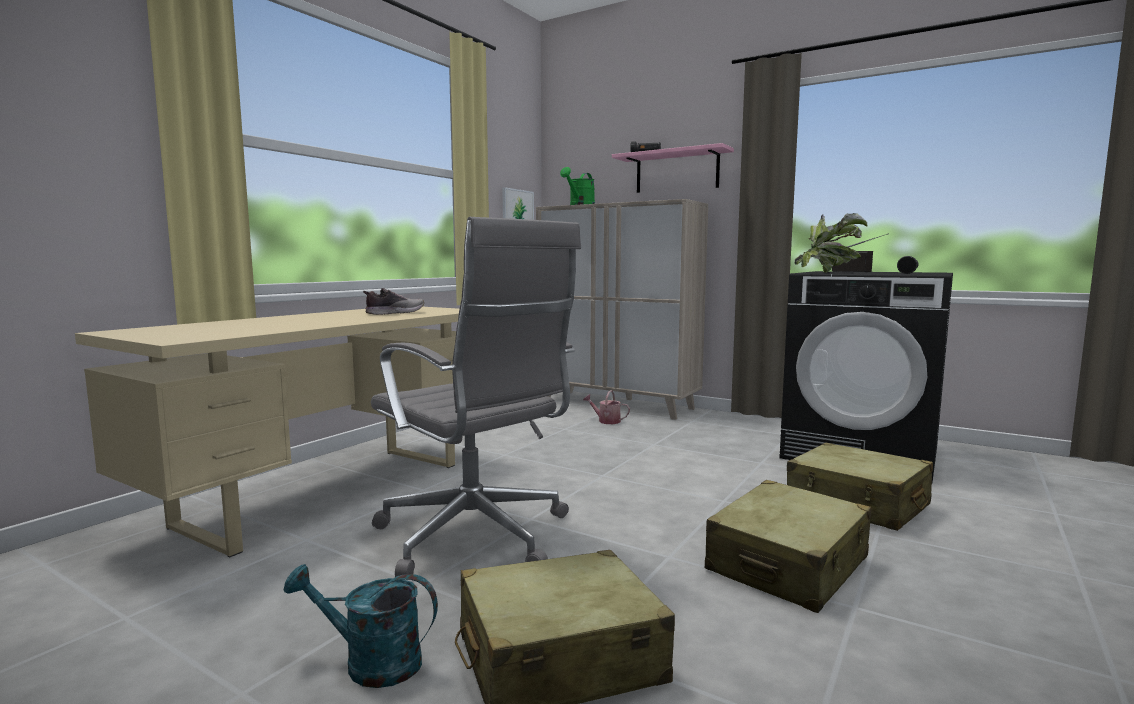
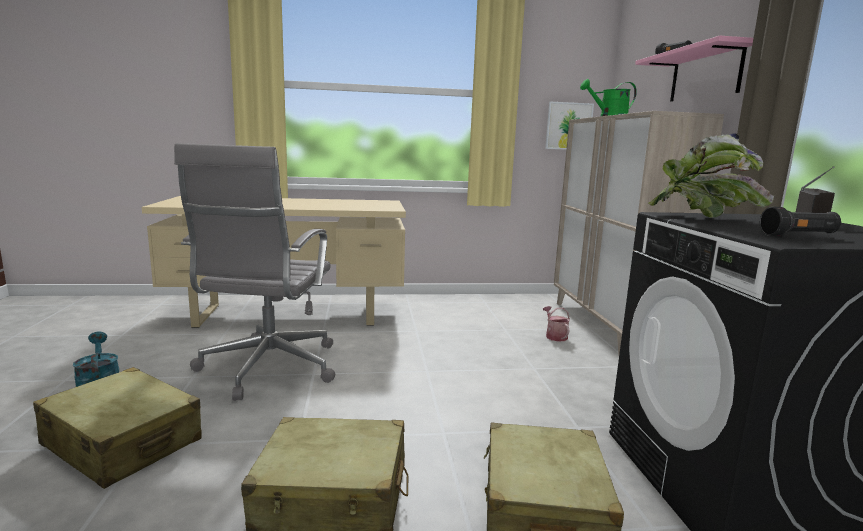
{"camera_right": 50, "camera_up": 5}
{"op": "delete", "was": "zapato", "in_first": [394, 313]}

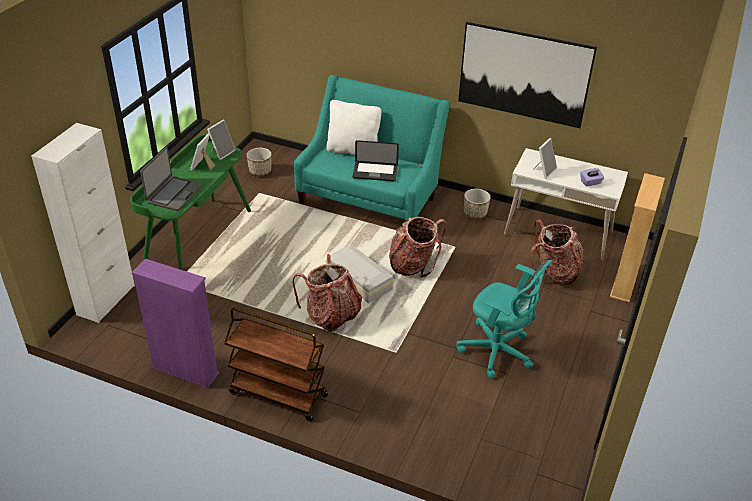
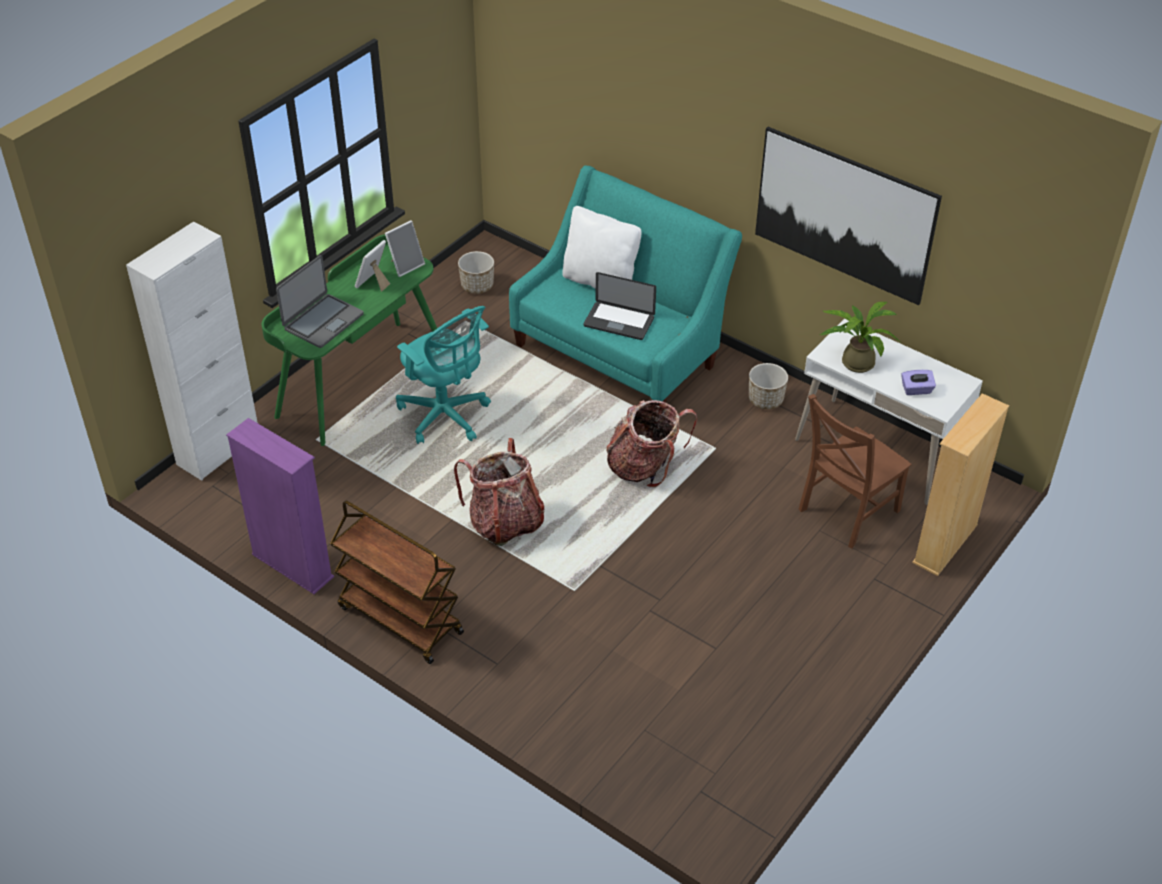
{"camera_right": 15, "camera_up": 5}
{"op": "delete", "was": "caja de almacenaje/blanco", "in_first": [359, 279]}
{"op": "move", "was": "silla de oficina/turquesa", "in_first": [498, 352], "in_second": [446, 417]}
{"op": "replace", "was": "mochila", "now": "silla/marrón", "in_first": [554, 273], "in_second": [846, 512]}
{"op": "replace", "was": "portarretratos", "now": "planta en maceta", "in_first": [544, 171], "in_second": [854, 361]}

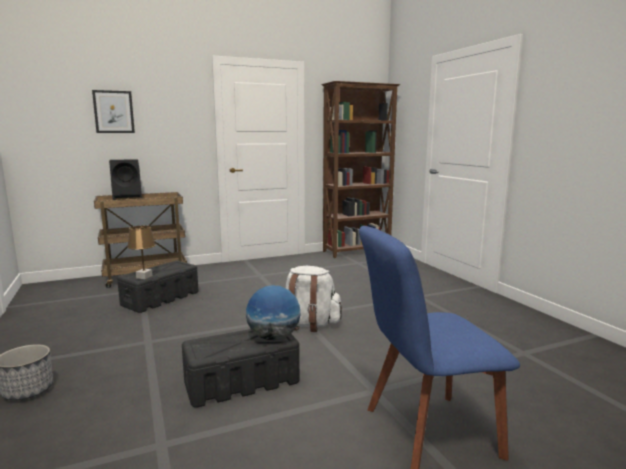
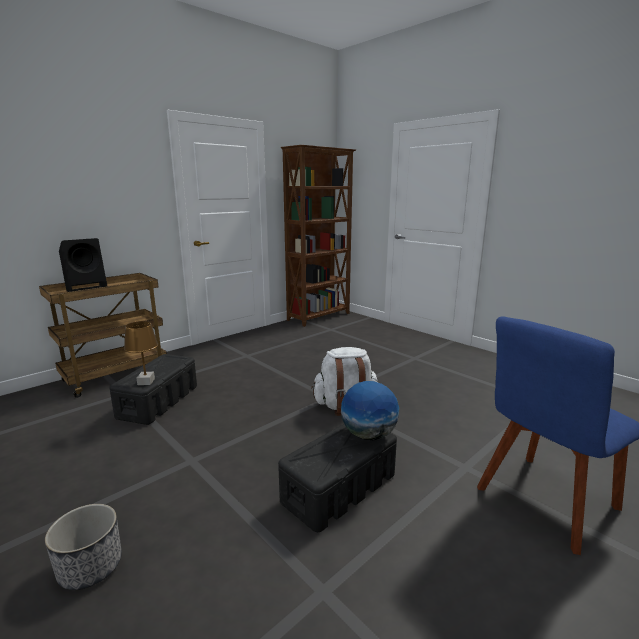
{"camera_right": -20, "camera_up": 5}
{"op": "delete", "was": "cuadro", "in_first": [113, 112]}

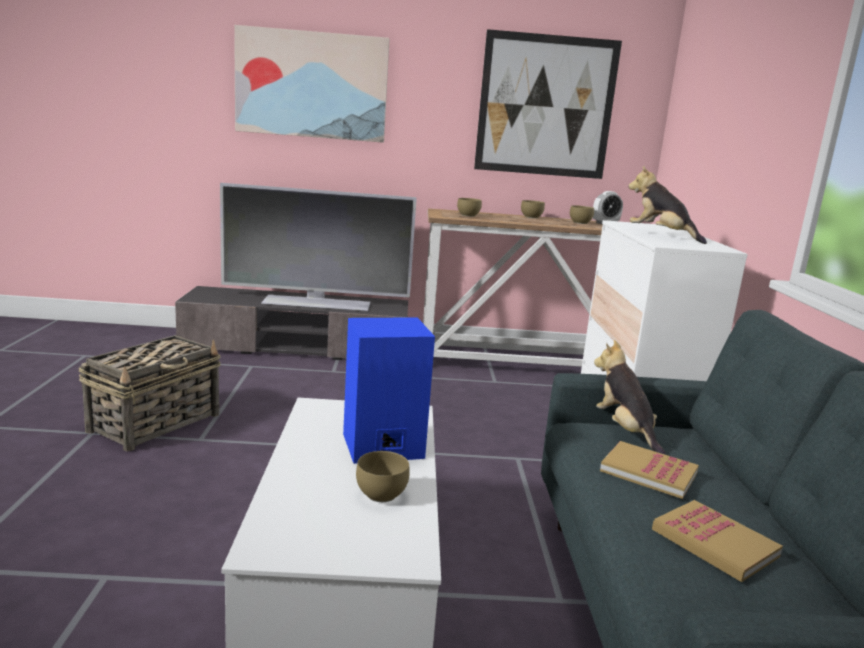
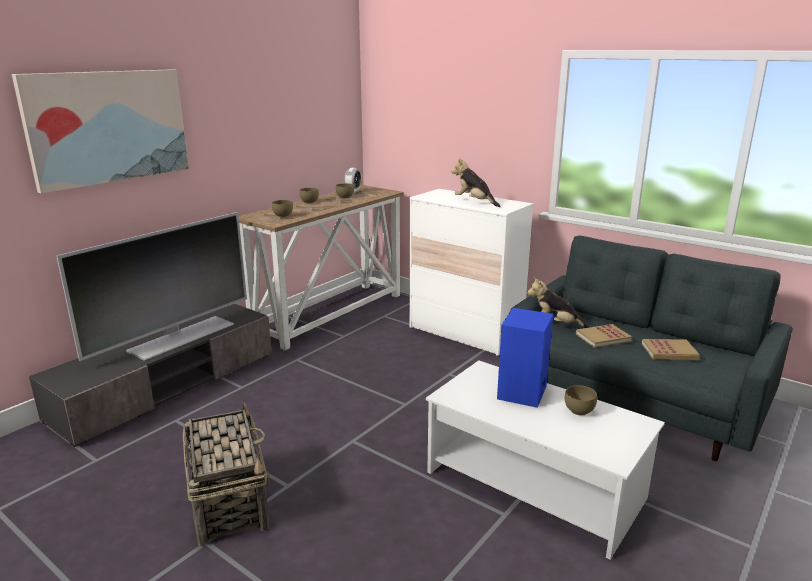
{"camera_right": -50, "camera_up": 5}
{"op": "delete", "was": "cuadro", "in_first": [546, 106]}
{"op": "rotate", "was": "peluche", "in_first": [661, 236], "in_second": [474, 202], "clockwise": 45}

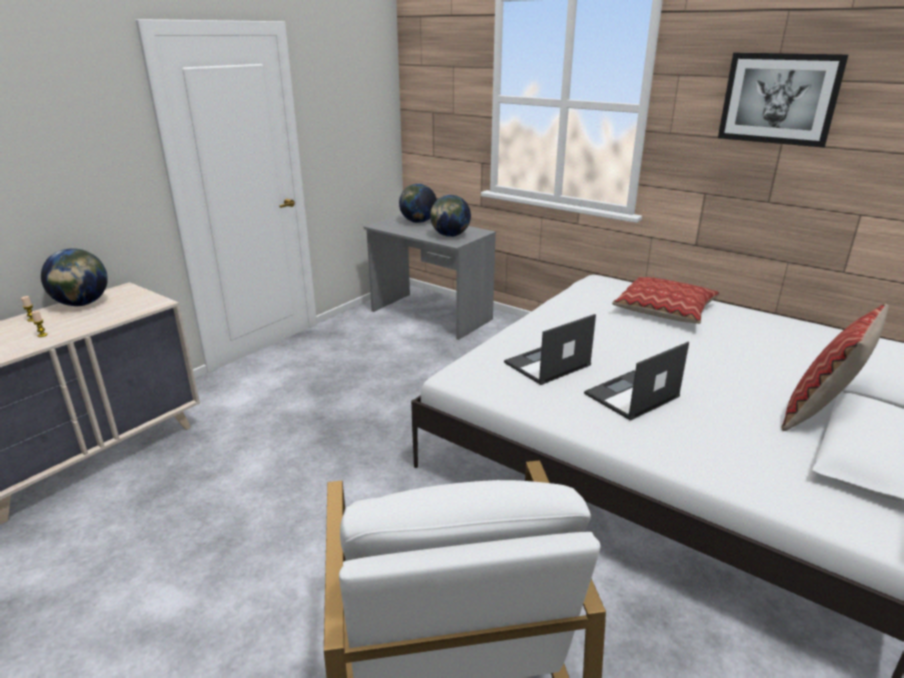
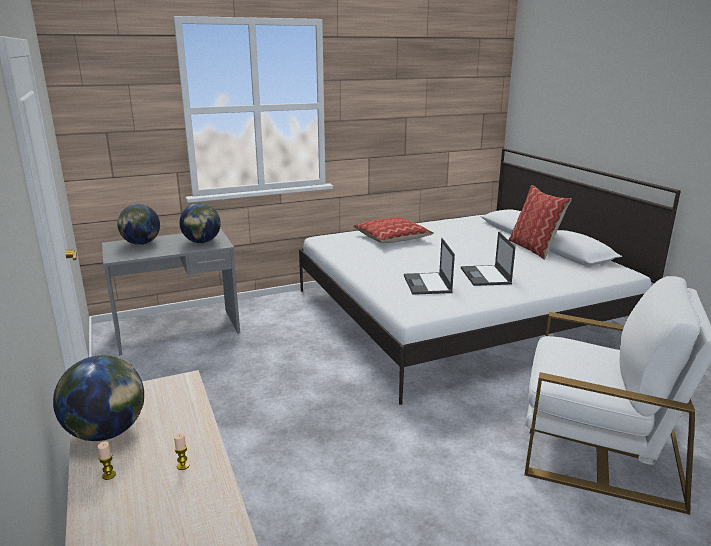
{"camera_right": -60, "camera_up": -5}
{"op": "delete", "was": "cuadro", "in_first": [779, 99]}

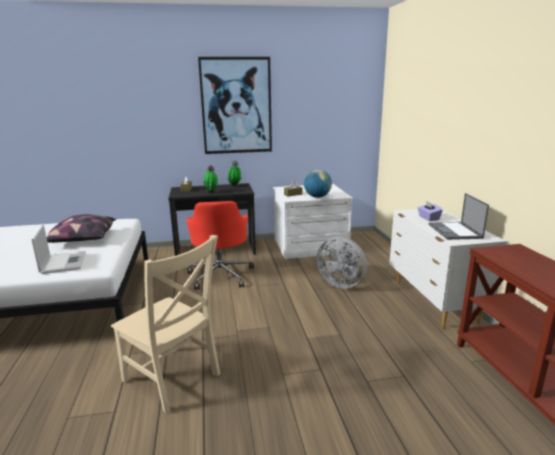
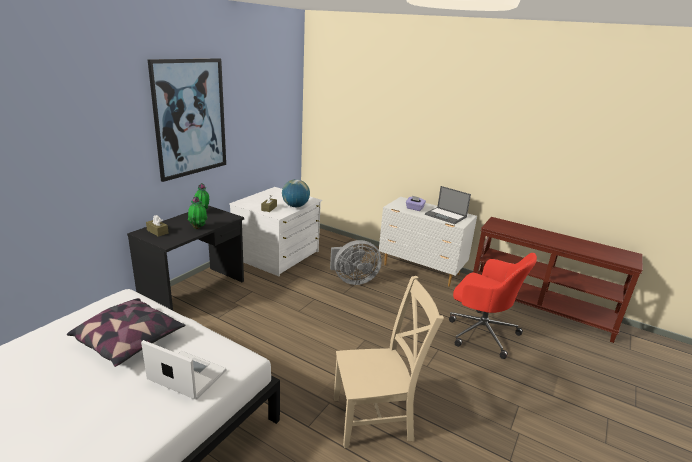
{"camera_right": -50, "camera_up": 5}
{"op": "move", "was": "silla de oficina/rojo", "in_first": [221, 275], "in_second": [480, 332]}

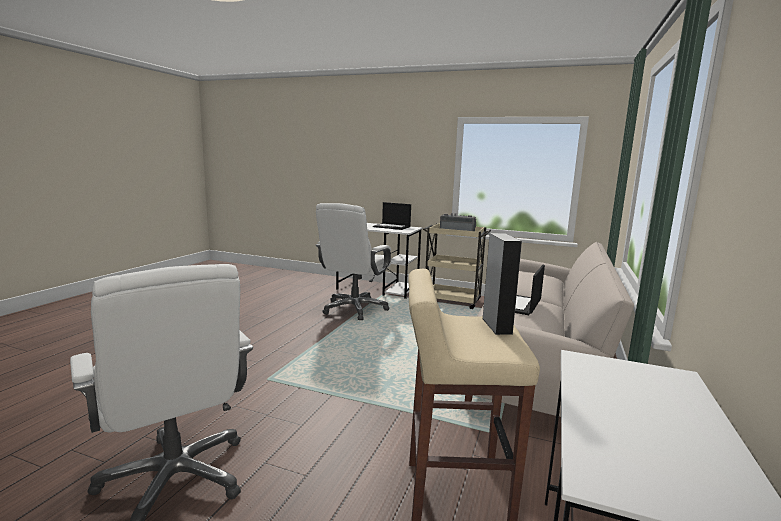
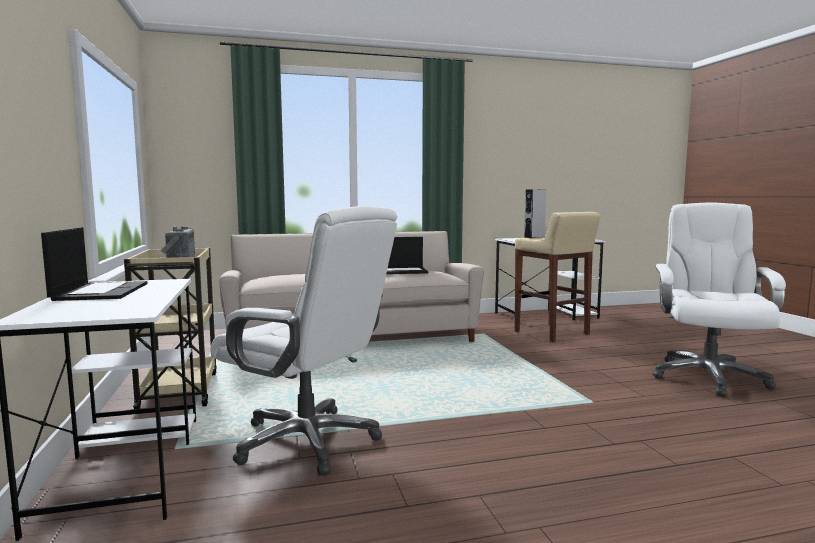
{"camera_right": -125, "camera_up": -5}
{"op": "rotate", "was": "silla de oficina/blanco", "in_first": [354, 309], "in_second": [308, 441], "clockwise": 45}

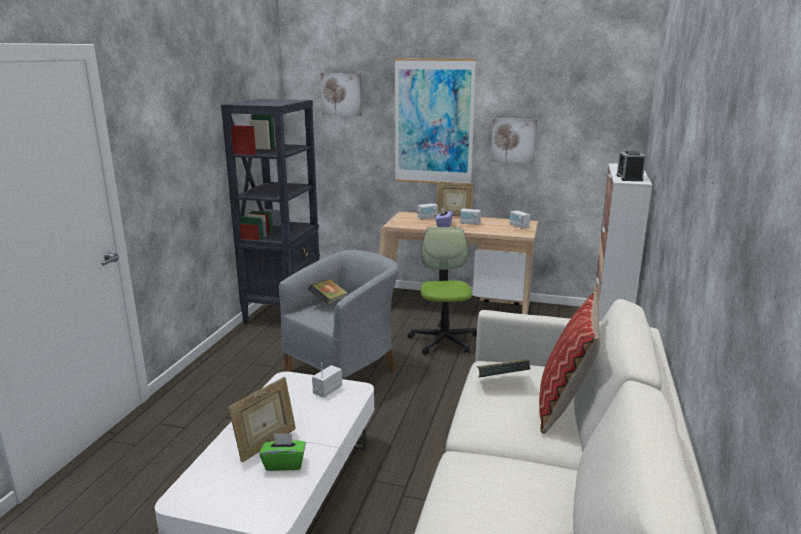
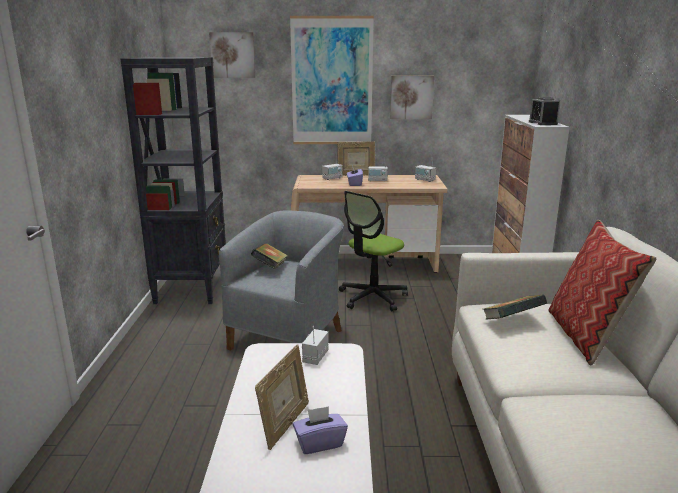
{"camera_right": -15, "camera_up": 0}
{"op": "recolor", "was": "caja de pañuelos/verde", "now": "caja de pañuelos/morado", "in_first": [284, 464], "in_second": [319, 443]}
{"op": "rotate", "was": "silla de oficina", "in_first": [444, 341], "in_second": [372, 297], "clockwise": -120}

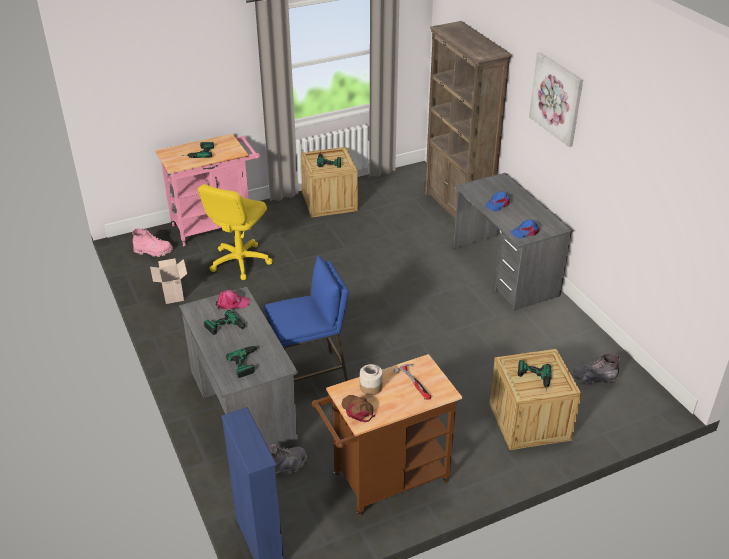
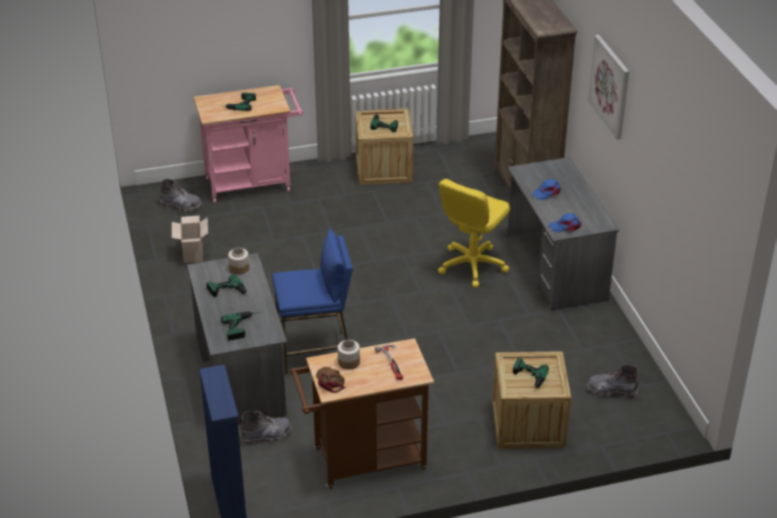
{"camera_right": 10, "camera_up": 0}
{"op": "recolor", "was": "bota/rosa", "now": "bota/gris", "in_first": [153, 251], "in_second": [181, 205]}
{"op": "move", "was": "silla de oficina/amarillo", "in_first": [240, 261], "in_second": [472, 265]}
{"op": "replace", "was": "gorra/rosa", "now": "tarro", "in_first": [232, 303], "in_second": [239, 268]}

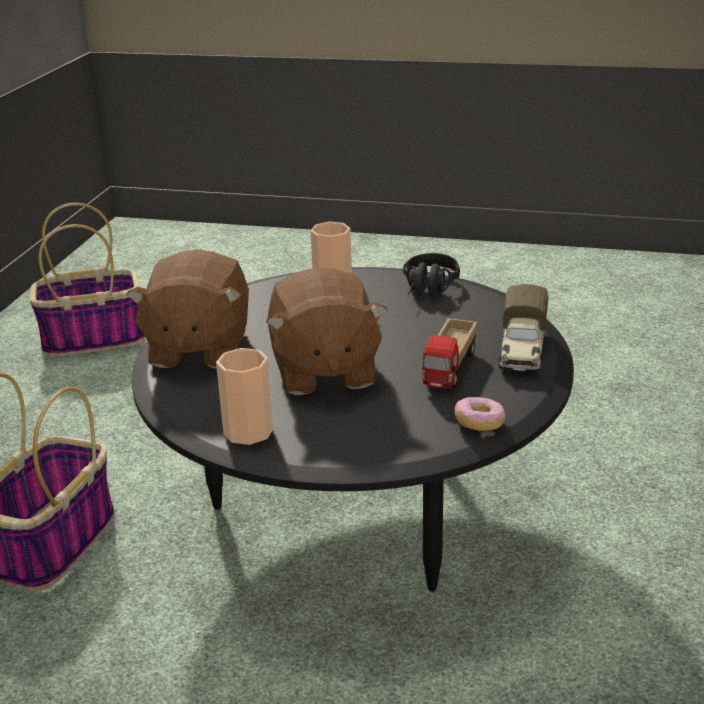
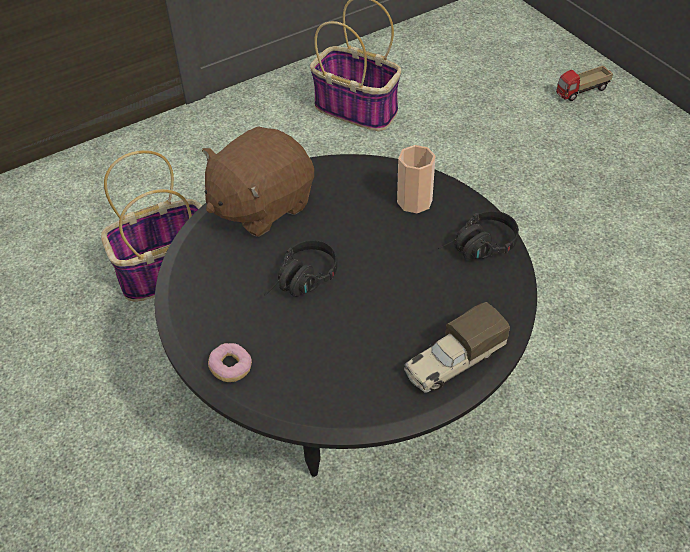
{"camera_right": 45, "camera_up": 20}
{"op": "delete", "was": "taza", "in_first": [248, 431]}
{"op": "replace", "was": "peluche/marrón", "now": "auriculares/negro", "in_first": [323, 371], "in_second": [302, 282]}
{"op": "move", "was": "camión de juguete", "in_first": [450, 369], "in_second": [582, 92]}
{"op": "move", "was": "rosquilla", "in_first": [479, 423], "in_second": [231, 368]}

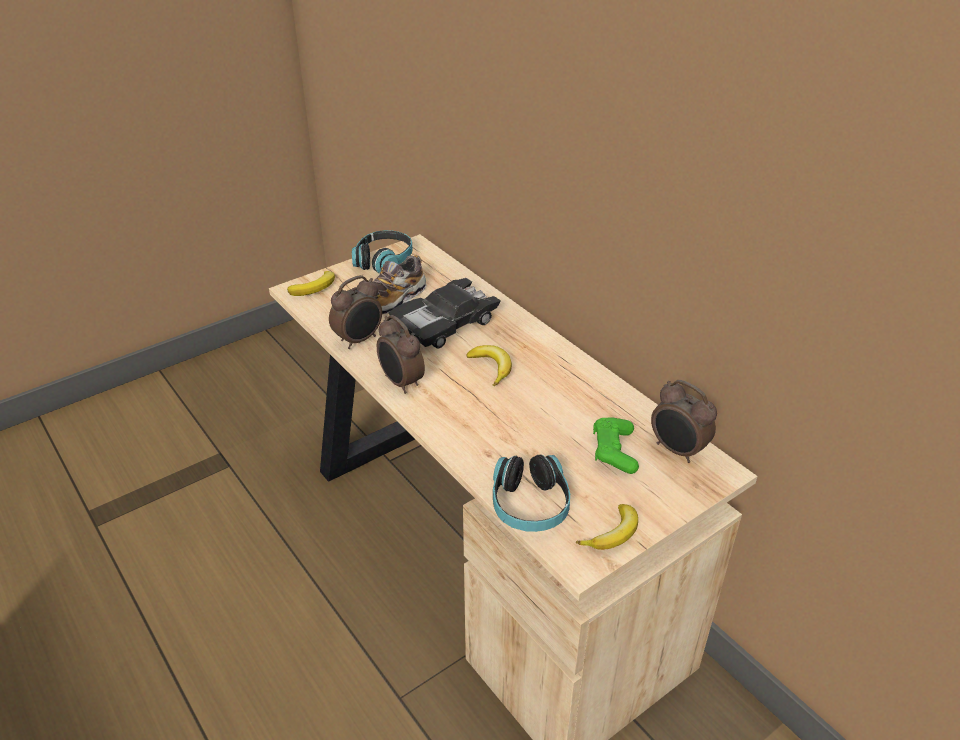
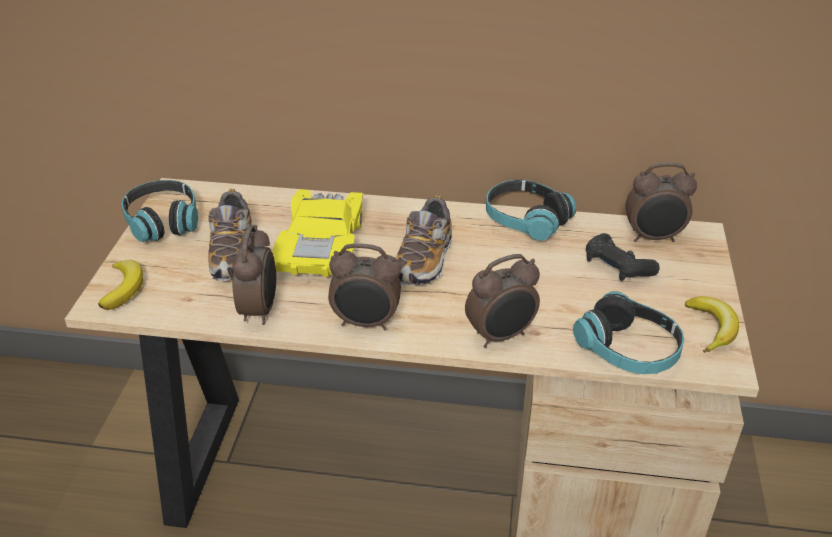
{"camera_right": -45, "camera_up": 0}
{"op": "recolor", "was": "coche de juguete/negro", "now": "coche de juguete/amarillo", "in_first": [445, 323], "in_second": [322, 246]}
{"op": "replace", "was": "plátano", "now": "zapato", "in_first": [491, 367], "in_second": [424, 260]}
{"op": "recolor", "was": "mando de consola/verde", "now": "mando de consola/negro", "in_first": [614, 451], "in_second": [617, 266]}
{"op": "insert", "now": "despertador", "in_second": [501, 336]}
{"op": "insert", "now": "auriculares", "in_second": [526, 220]}

